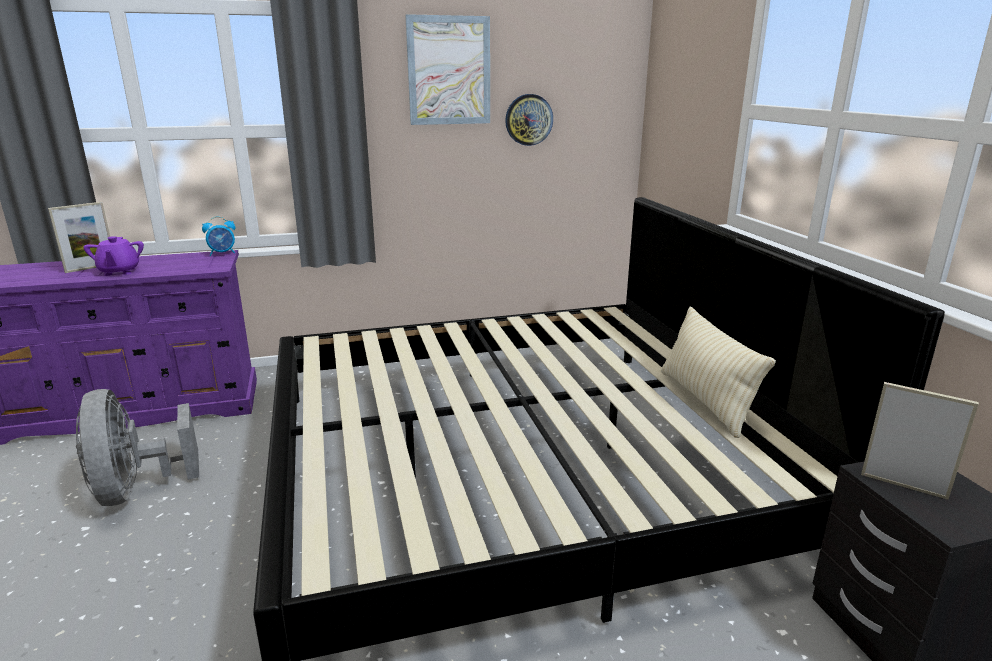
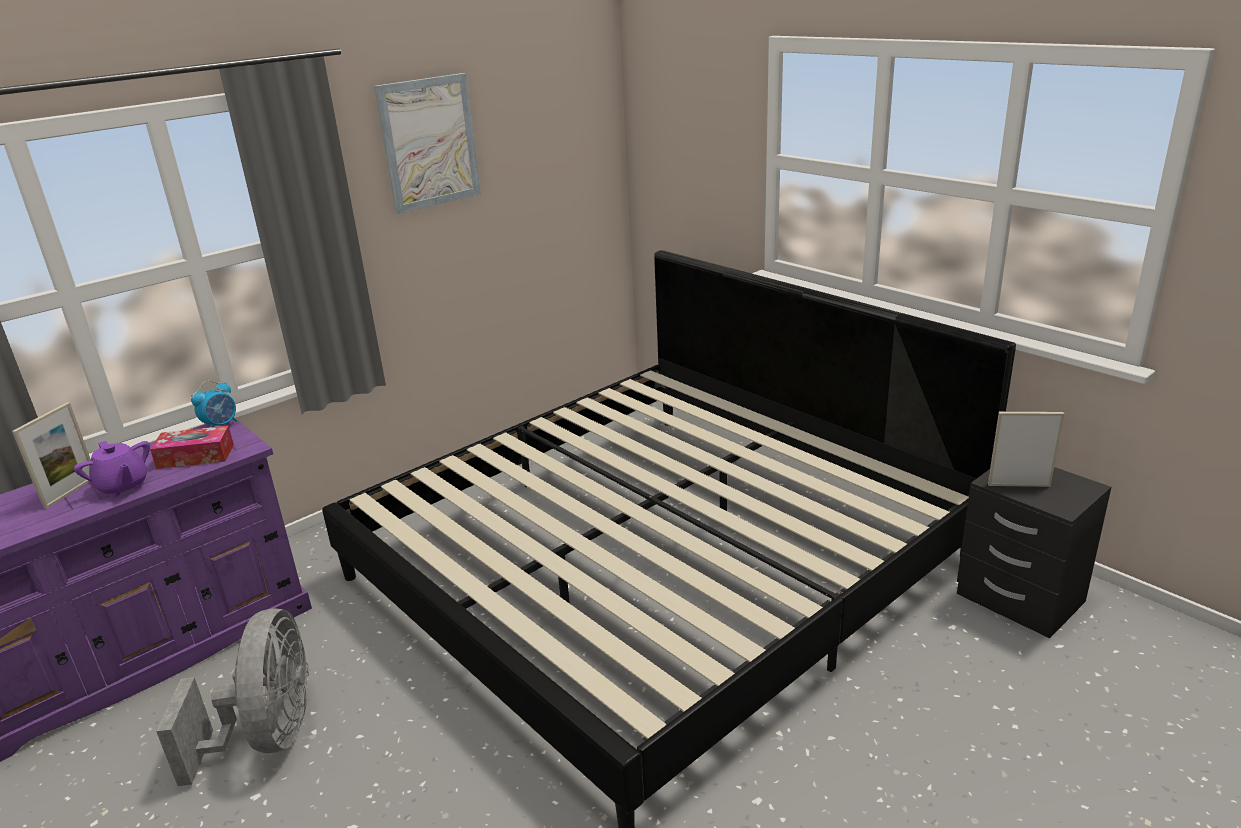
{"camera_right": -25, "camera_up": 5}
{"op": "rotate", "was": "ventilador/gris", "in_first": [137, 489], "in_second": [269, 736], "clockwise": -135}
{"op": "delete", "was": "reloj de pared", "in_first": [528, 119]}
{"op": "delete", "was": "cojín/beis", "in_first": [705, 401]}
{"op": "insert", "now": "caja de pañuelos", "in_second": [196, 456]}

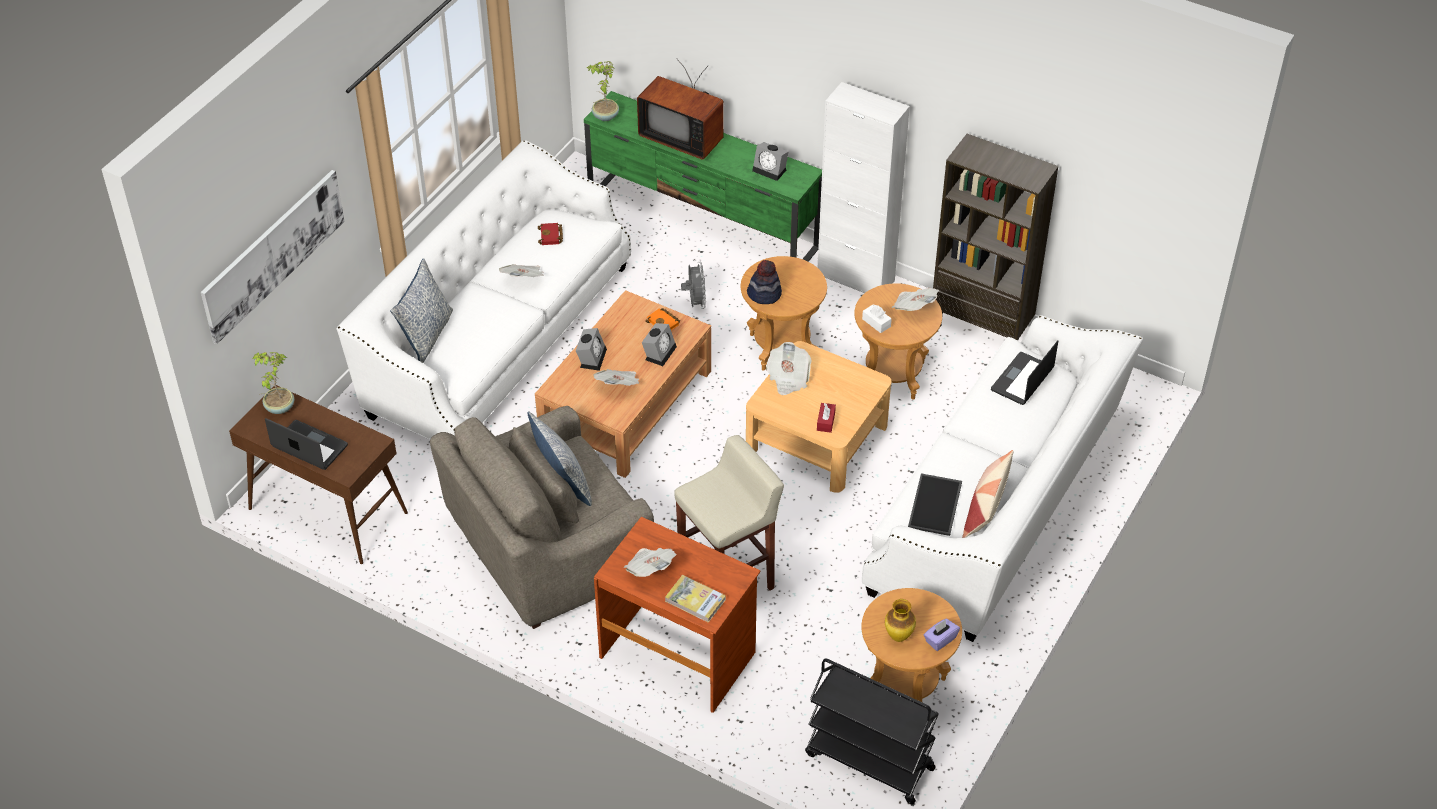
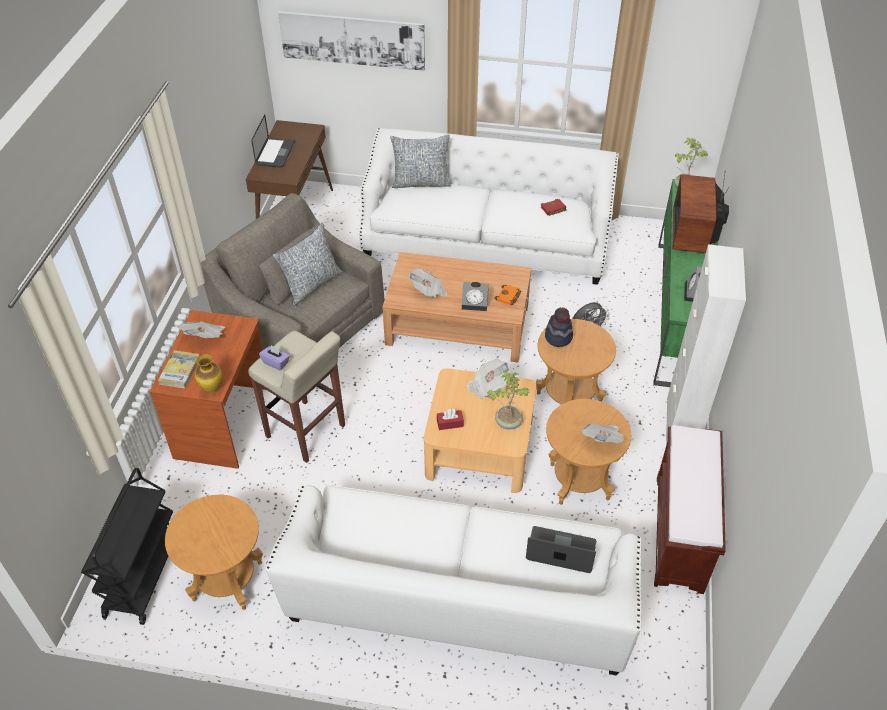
{"camera_right": 70, "camera_up": 0}
{"op": "move", "was": "planta en maceta", "in_first": [279, 407], "in_second": [508, 422]}
{"op": "delete", "was": "periódico", "in_first": [524, 279]}
{"op": "delete", "was": "despertador", "in_first": [591, 357]}
{"op": "delete", "was": "caja de pañuelos/blanco", "in_first": [876, 323]}
{"op": "move", "was": "florero", "in_first": [898, 637], "in_second": [211, 388]}
{"op": "delete", "was": "bandeja", "in_first": [936, 505]}
{"op": "move", "was": "caja de pañuelos/morado", "in_first": [940, 640], "in_second": [276, 362]}
{"op": "replace", "was": "estantería/marrón", "now": "banco/marrón", "in_first": [981, 327], "in_second": [680, 534]}
{"op": "delete", "was": "cojín", "in_first": [986, 507]}

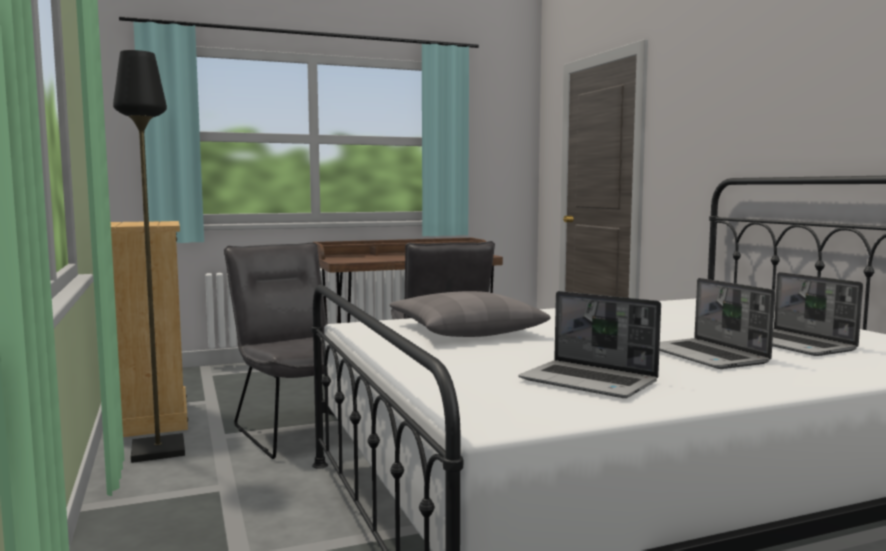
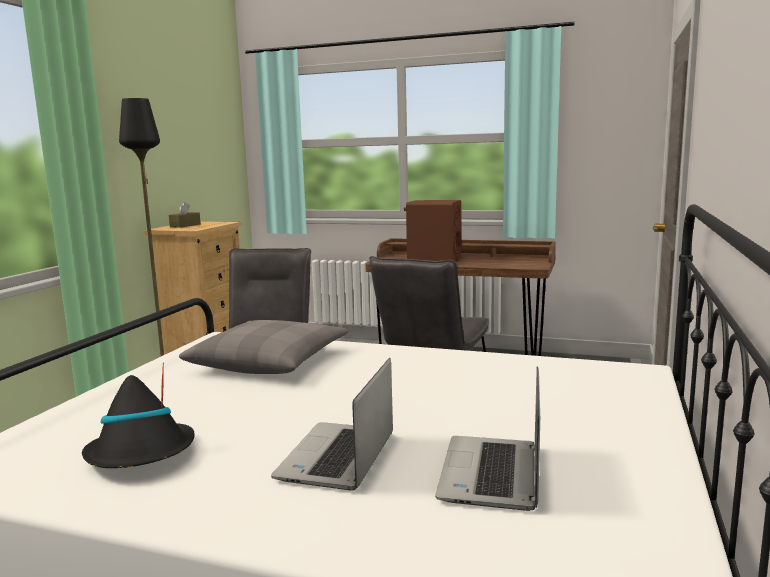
{"camera_right": 40, "camera_up": 5}
{"op": "replace", "was": "portátil", "now": "sombrero/negro", "in_first": [590, 382], "in_second": [142, 454]}
{"op": "insert", "now": "caja de pañuelos/marrón", "in_second": [185, 225]}
{"op": "insert", "now": "altavoz/marrón", "in_second": [434, 260]}

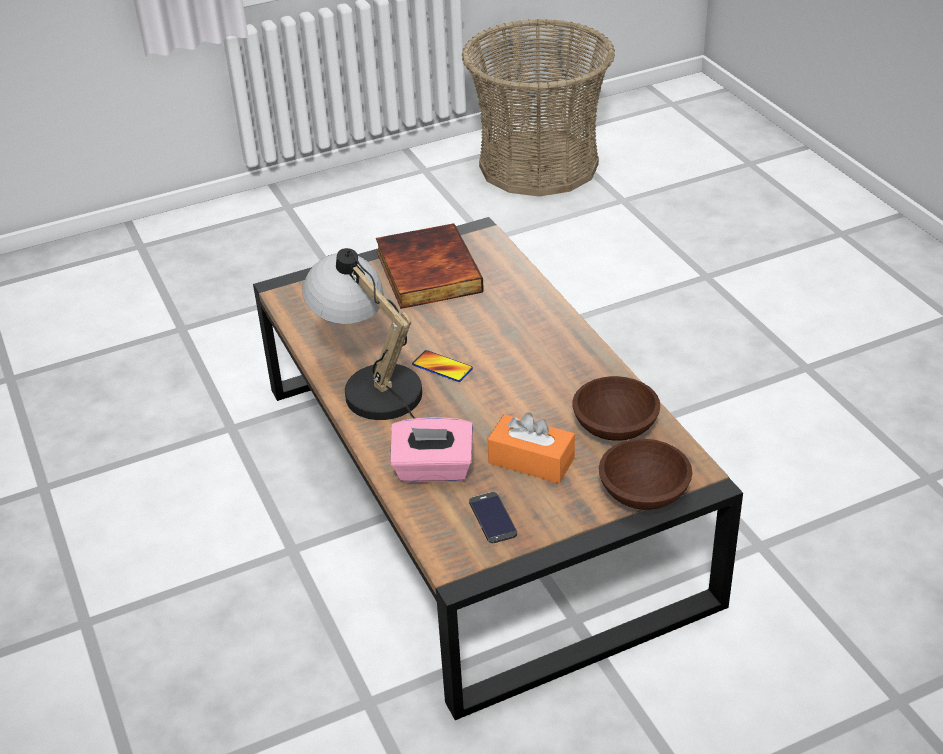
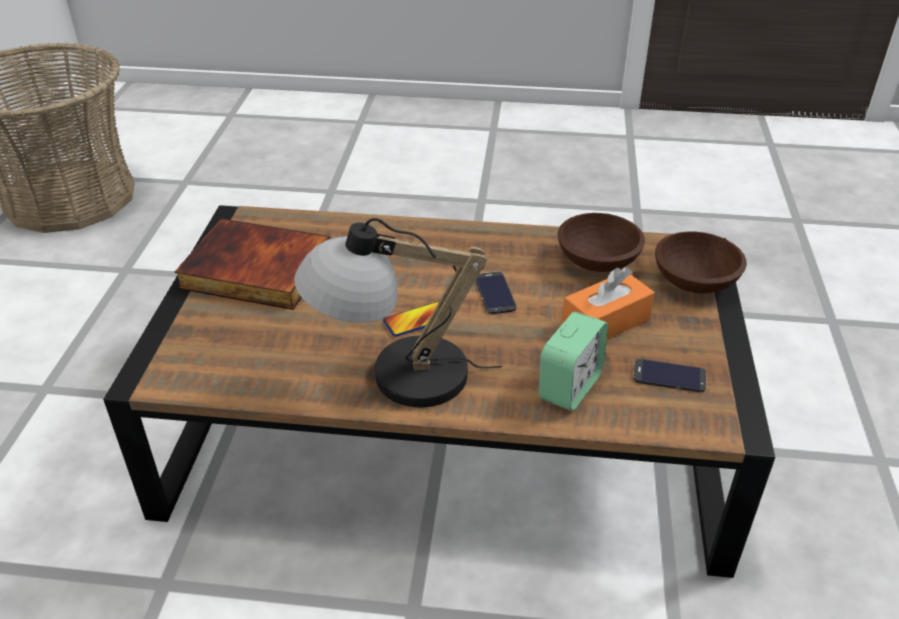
{"camera_right": -60, "camera_up": 0}
{"op": "replace", "was": "caja de pañuelos/rosa", "now": "despertador", "in_first": [433, 470], "in_second": [570, 386]}
{"op": "insert", "now": "móvil", "in_second": [495, 293]}

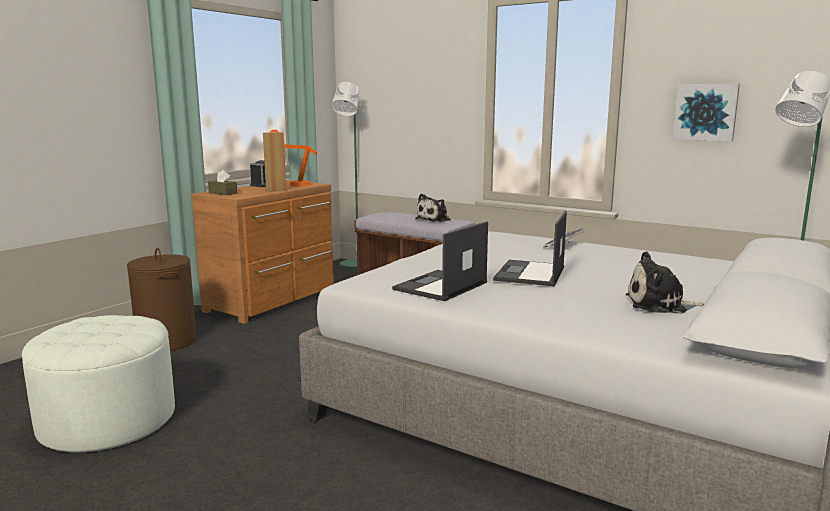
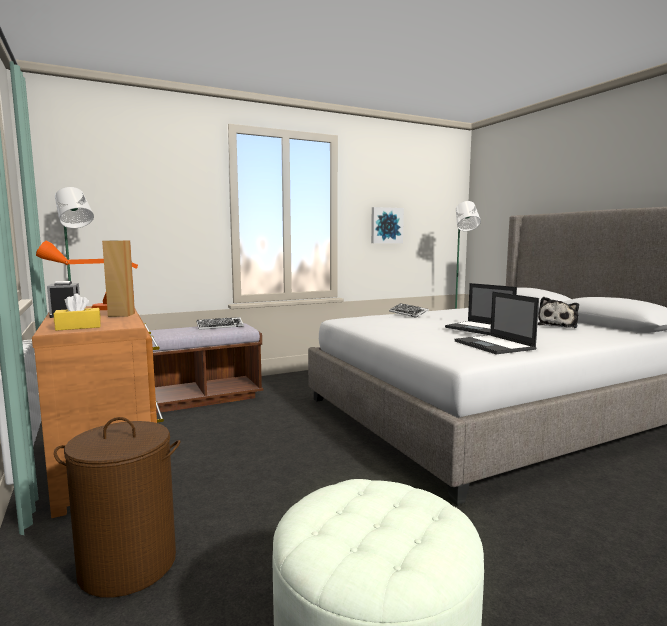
{"camera_right": -60, "camera_up": -5}
{"op": "recolor", "was": "caja de pañuelos/marrón", "now": "caja de pañuelos/amarillo", "in_first": [223, 193], "in_second": [78, 327]}
{"op": "replace", "was": "peluche", "now": "teclado", "in_first": [435, 219], "in_second": [220, 326]}

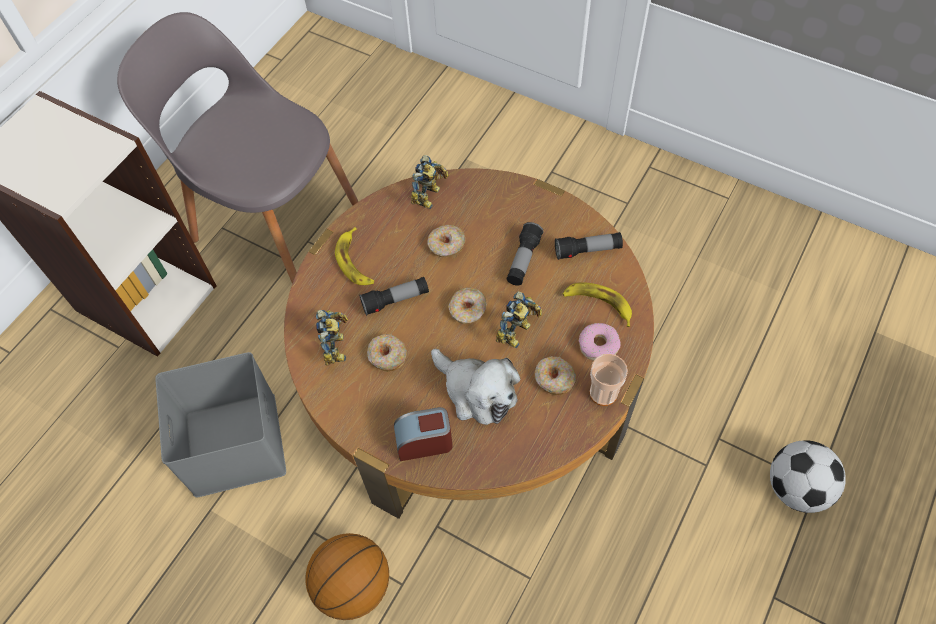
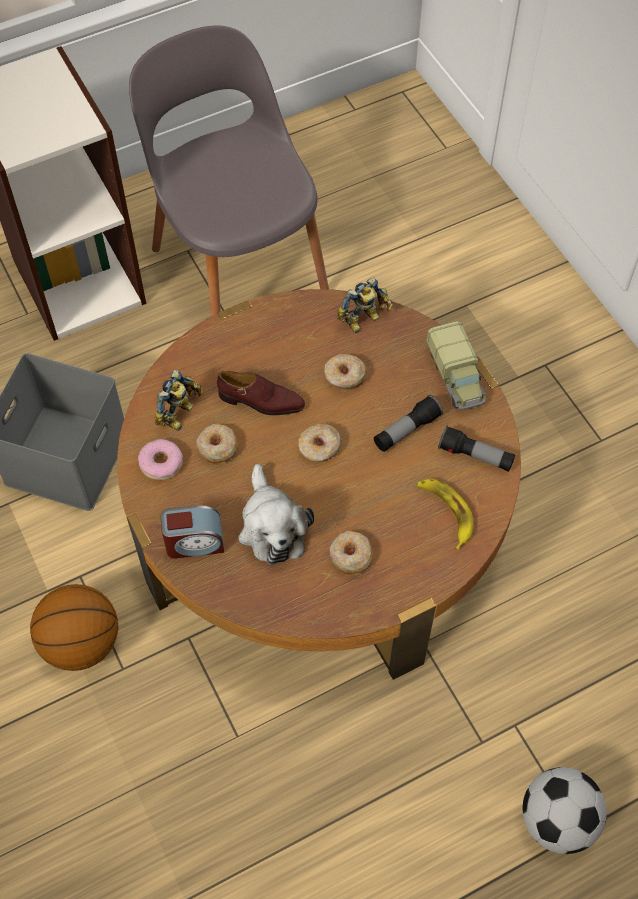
{"camera_right": 30, "camera_up": 0}
{"op": "delete", "was": "plátano", "in_first": [355, 261]}
{"op": "replace", "was": "linterna", "now": "zapato/marrón", "in_first": [395, 300], "in_second": [261, 401]}
{"op": "rotate", "was": "despertador", "in_first": [424, 442], "in_second": [194, 542], "clockwise": 150}
{"op": "delete", "was": "robot de juguete", "in_first": [518, 332]}
{"op": "move", "was": "rosquilla", "in_first": [598, 345], "in_second": [161, 463]}
{"op": "delete", "was": "taza", "in_first": [603, 393]}
{"op": "insert", "now": "camión de juguete", "in_second": [456, 376]}

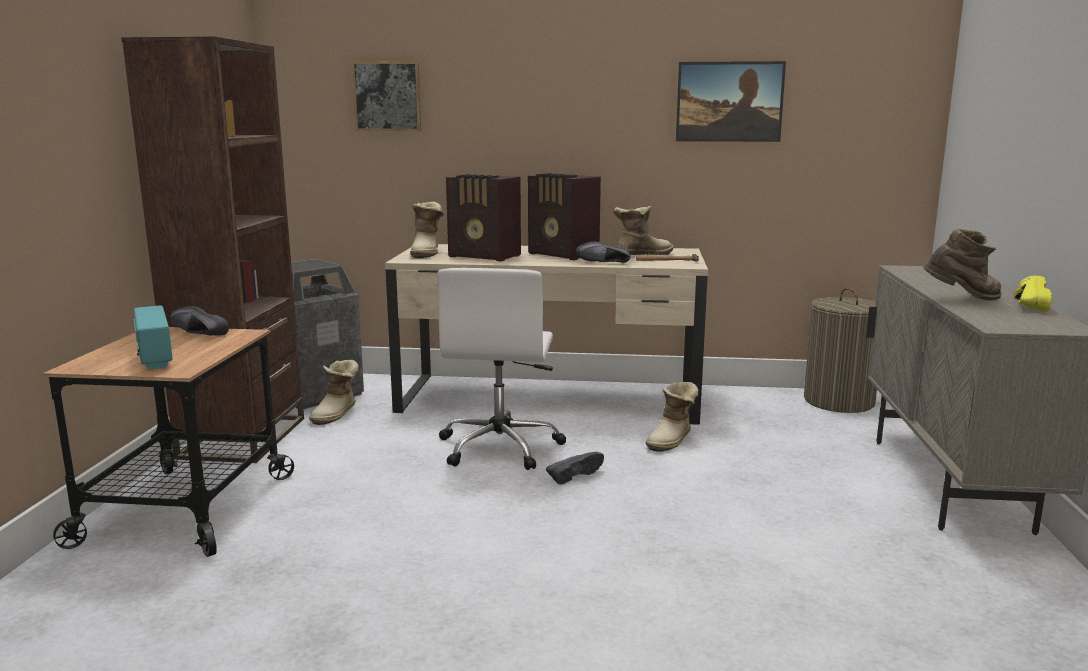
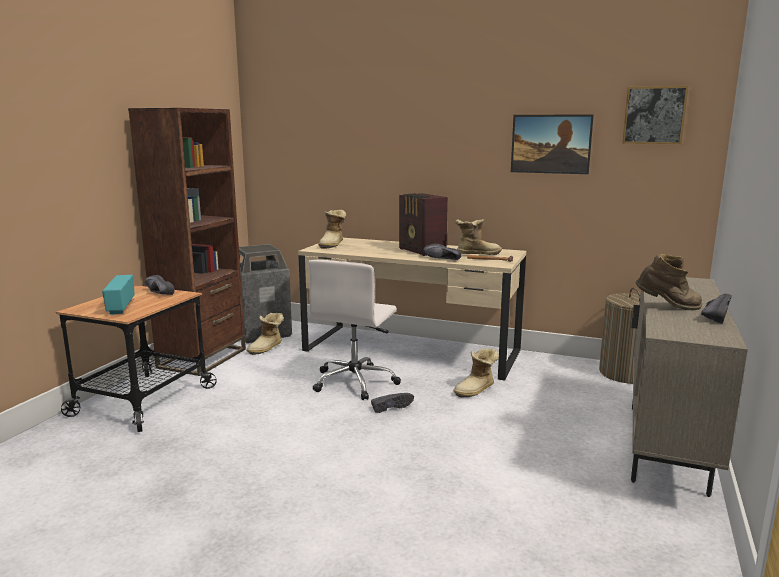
{"camera_right": 15, "camera_up": 0}
{"op": "move", "was": "cuadro", "in_first": [387, 96], "in_second": [654, 115]}
{"op": "delete", "was": "radio", "in_first": [485, 256]}
{"op": "recolor", "was": "zapato/amarillo", "now": "zapato/negro", "in_first": [1025, 305], "in_second": [713, 316]}

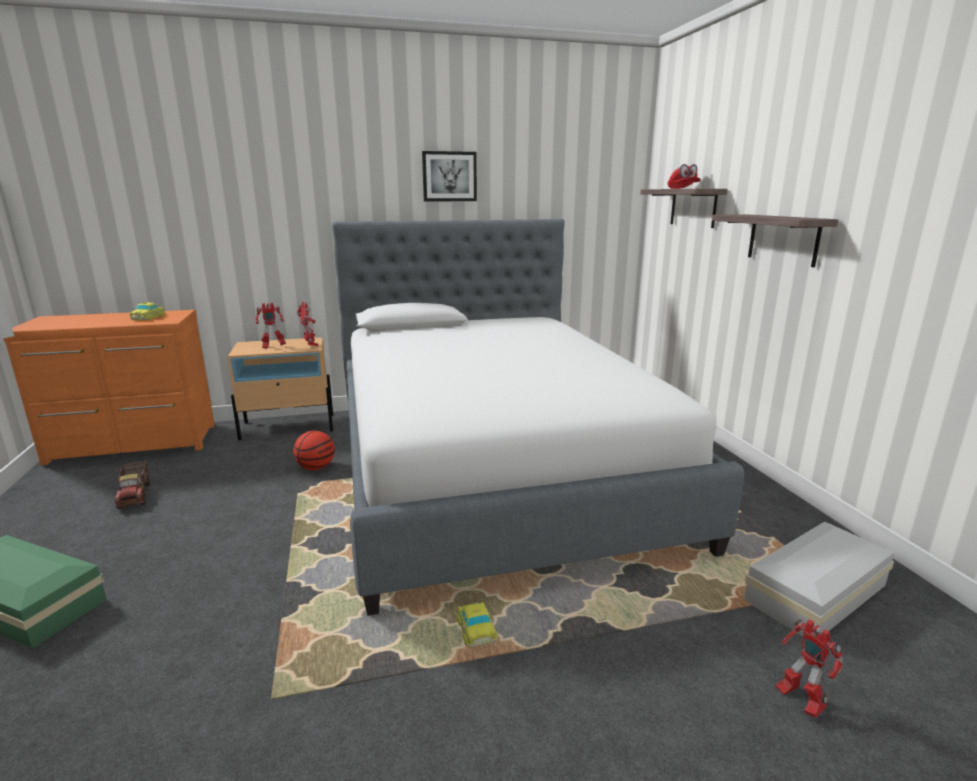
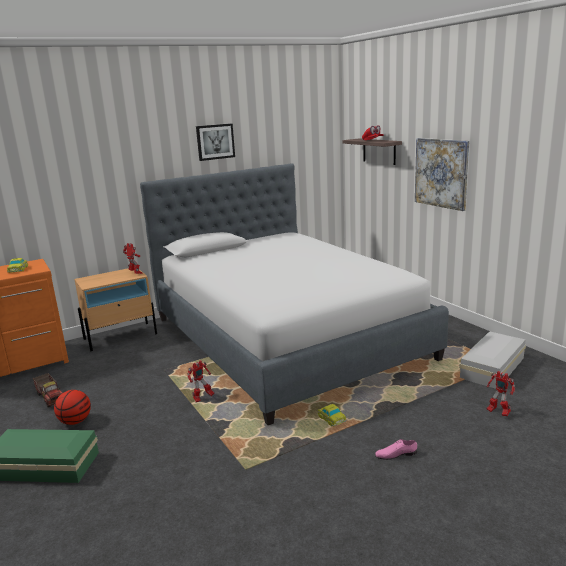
{"camera_right": -15, "camera_up": 0}
{"op": "move", "was": "robot de juguete", "in_first": [273, 347], "in_second": [202, 398]}
{"op": "move", "was": "balón de baloncesto", "in_first": [316, 468], "in_second": [75, 421]}
{"op": "replace", "was": "estante", "now": "cuadro", "in_first": [783, 239], "in_second": [441, 173]}
{"op": "insert", "now": "zapato/rosa", "in_second": [395, 454]}

